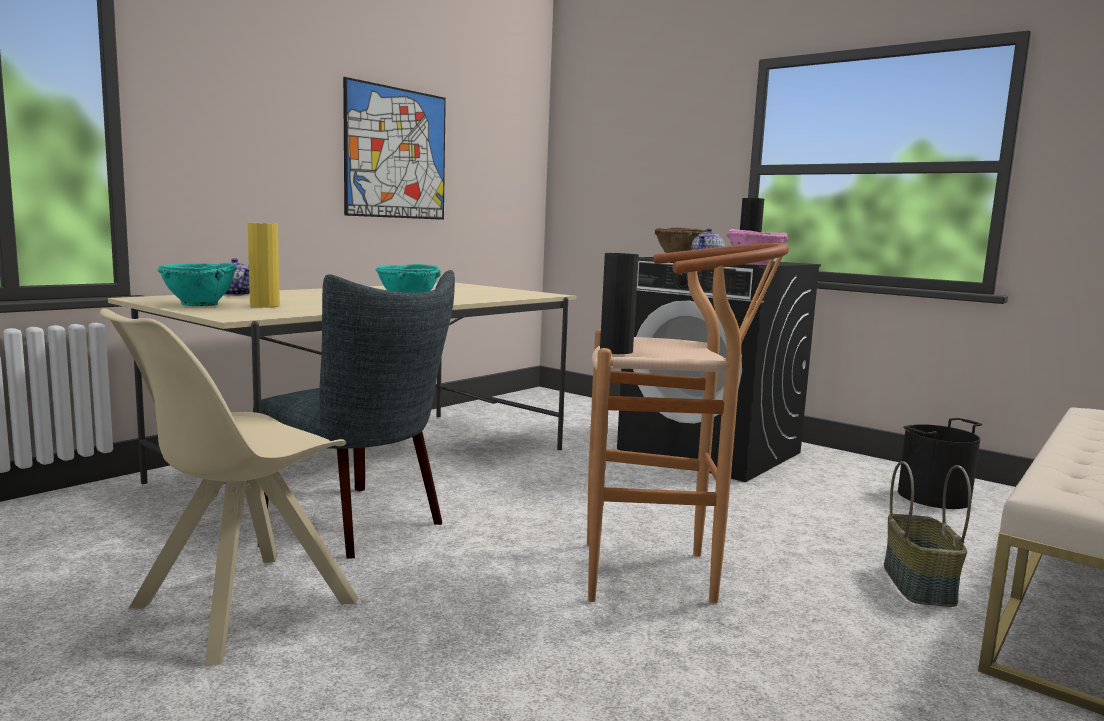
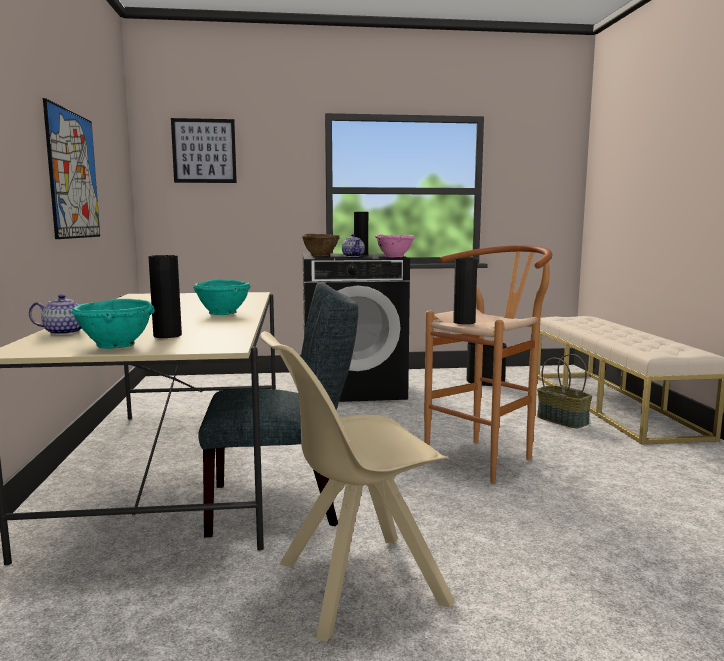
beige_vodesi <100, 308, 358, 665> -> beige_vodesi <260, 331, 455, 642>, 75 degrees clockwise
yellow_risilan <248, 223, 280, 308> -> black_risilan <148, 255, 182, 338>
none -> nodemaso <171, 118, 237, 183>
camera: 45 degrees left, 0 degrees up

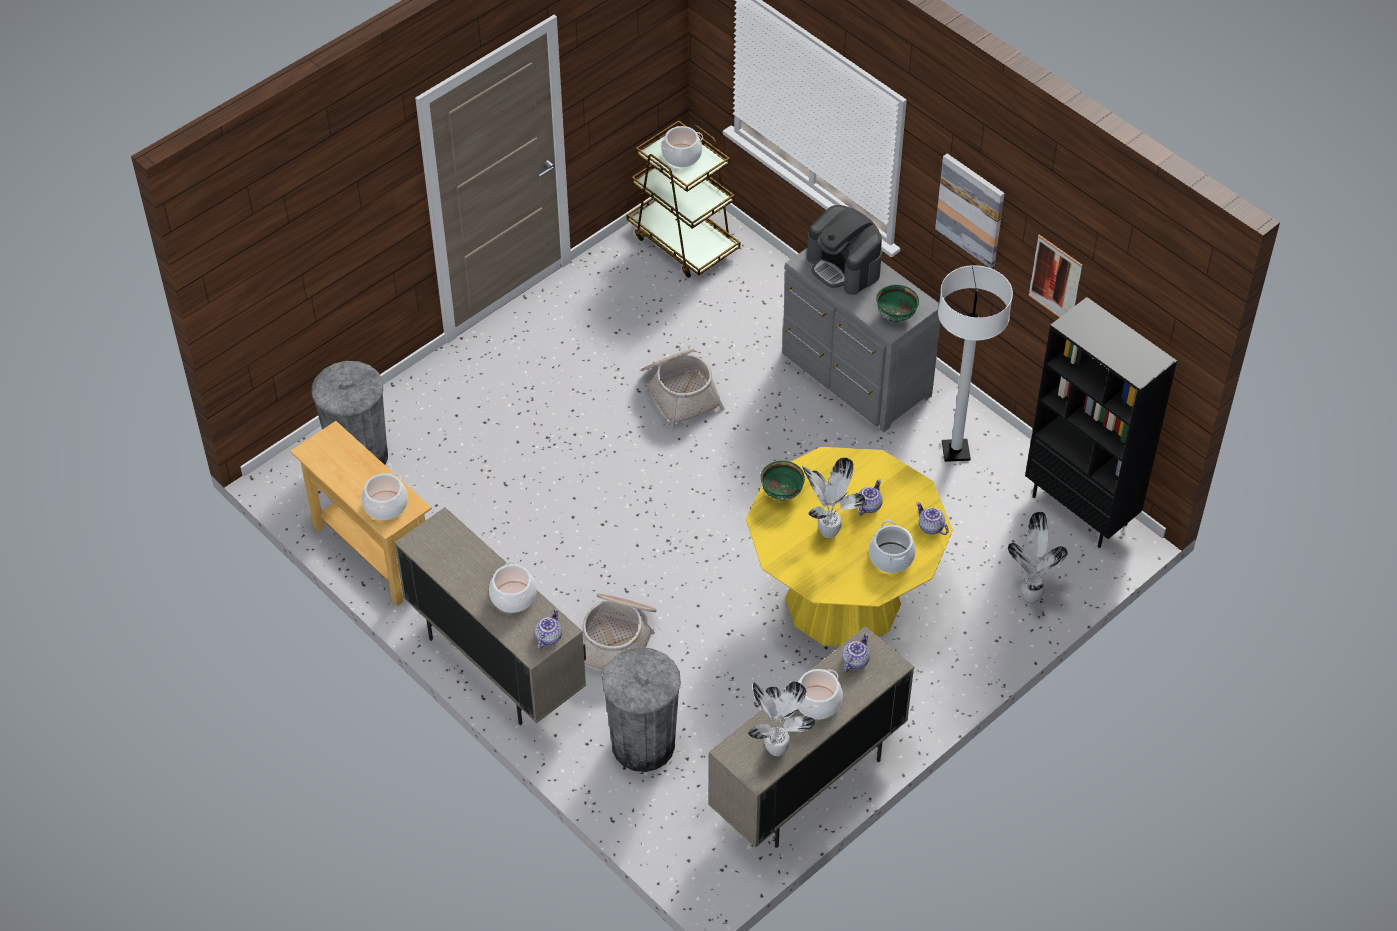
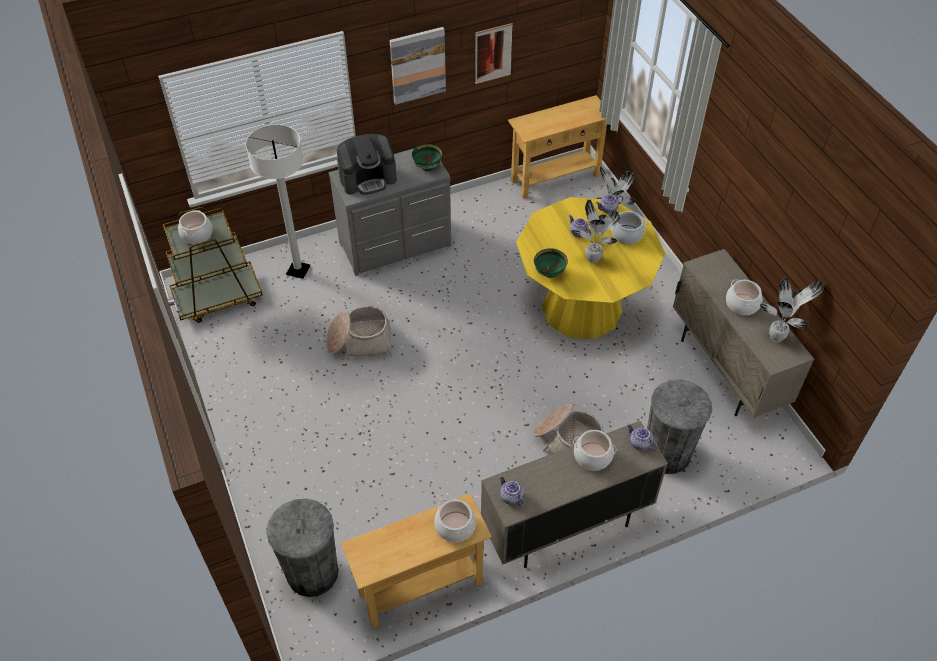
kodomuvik <842, 633, 870, 672> -> kodomuvik <499, 475, 526, 507>, moved
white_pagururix <938, 265, 1013, 462> -> white_pagururix <246, 124, 310, 279>, moved
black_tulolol <1025, 297, 1177, 548> -> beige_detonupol <508, 95, 607, 199>
camera: 70 degrees left, 0 degrees up

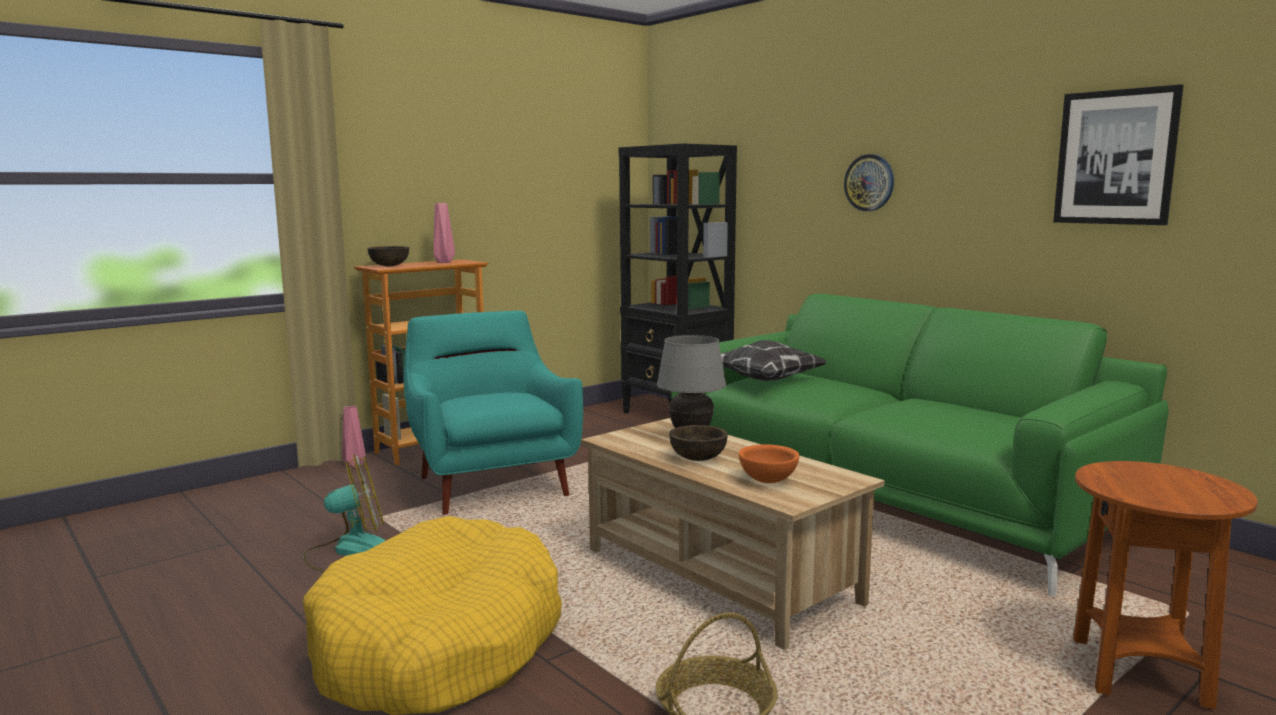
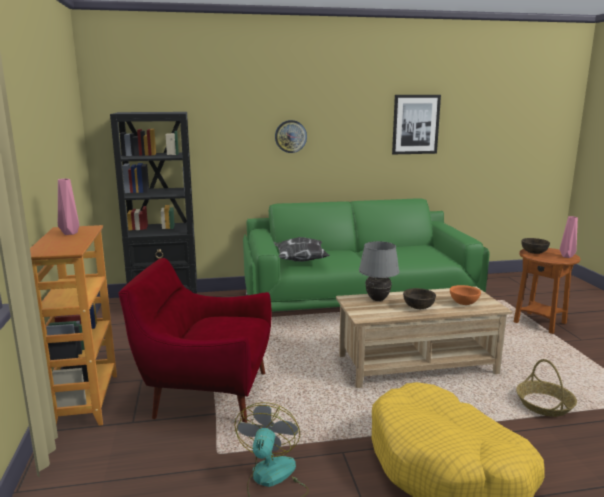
pink_risilan <342, 406, 365, 468> -> pink_risilan <560, 216, 578, 258>, moved
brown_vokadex <367, 246, 409, 266> -> brown_vokadex <522, 238, 550, 254>, moved
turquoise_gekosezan <404, 311, 583, 515> -> red_gekosezan <118, 258, 271, 423>
camera: 60 degrees left, 5 degrees up

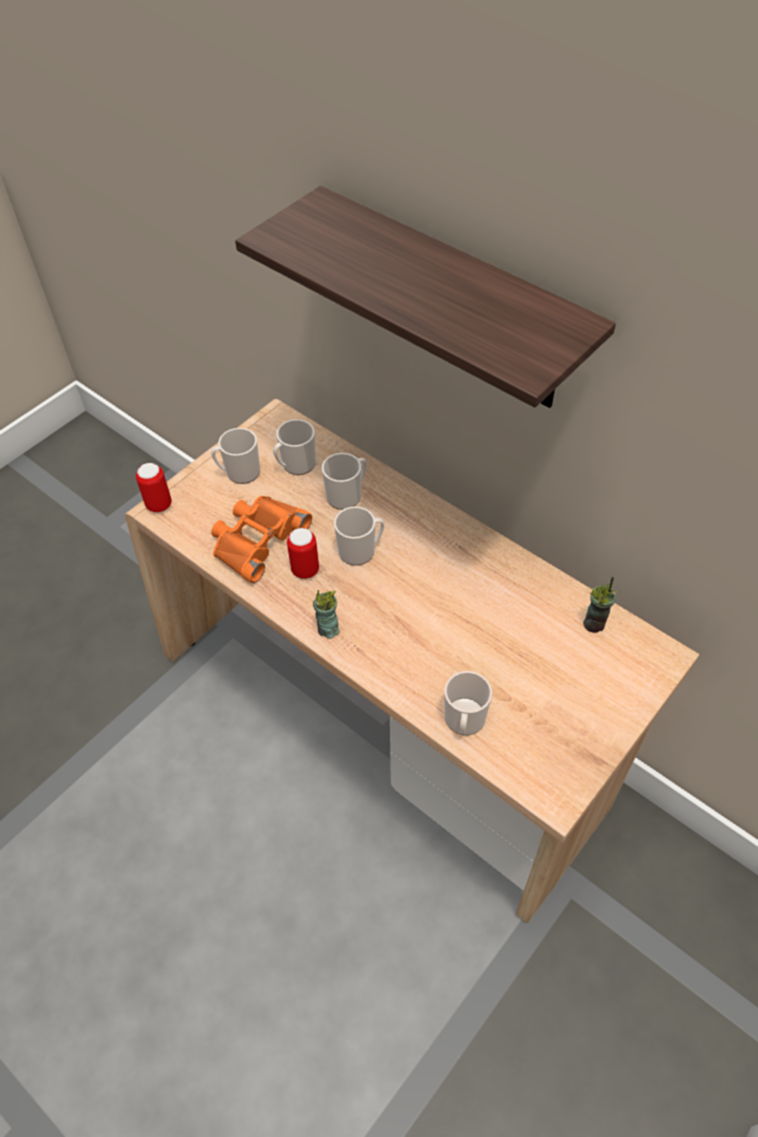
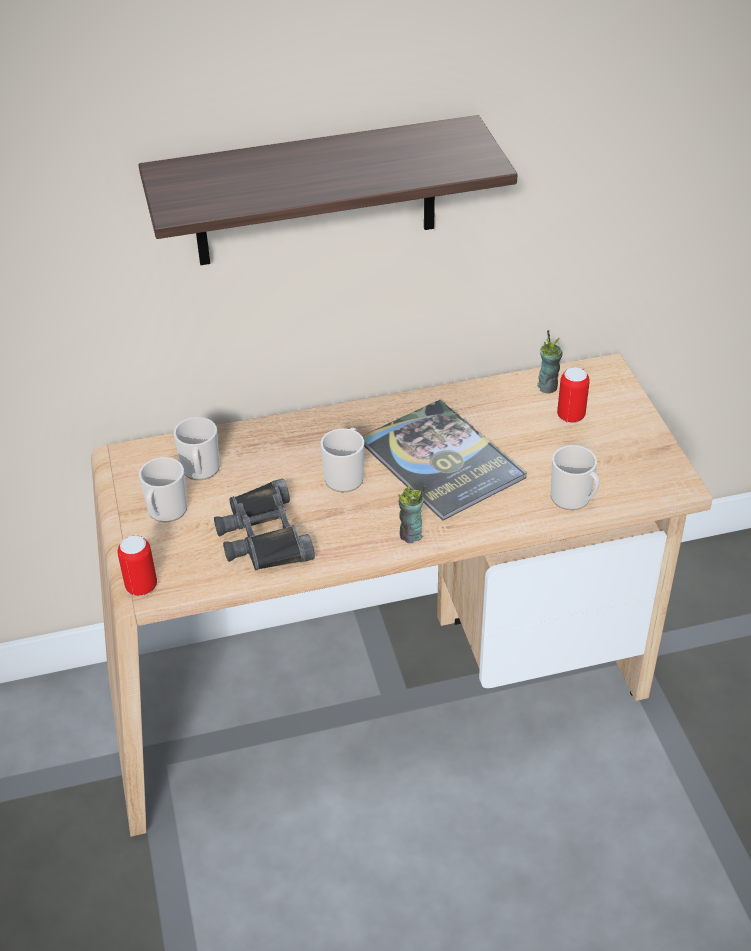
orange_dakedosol <211, 496, 312, 583> -> black_dakedosol <214, 478, 315, 571>
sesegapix <287, 528, 319, 579> -> sesegapix <557, 367, 590, 423>, moved
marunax <322, 453, 367, 510> -> none
none -> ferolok <362, 399, 526, 521>
camera: 55 degrees left, 10 degrees down

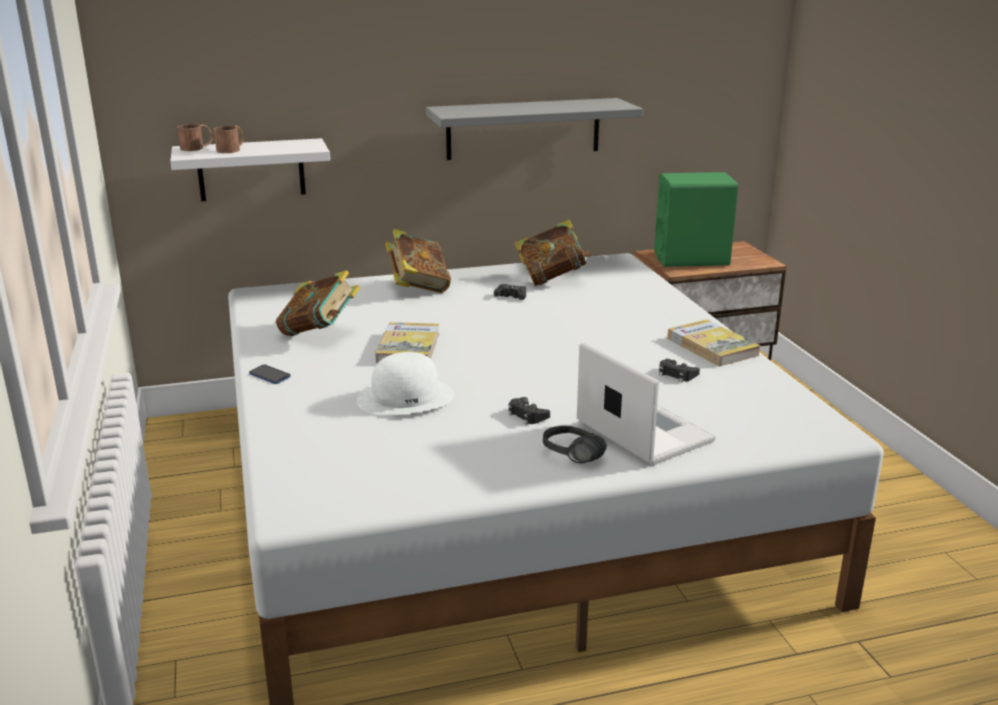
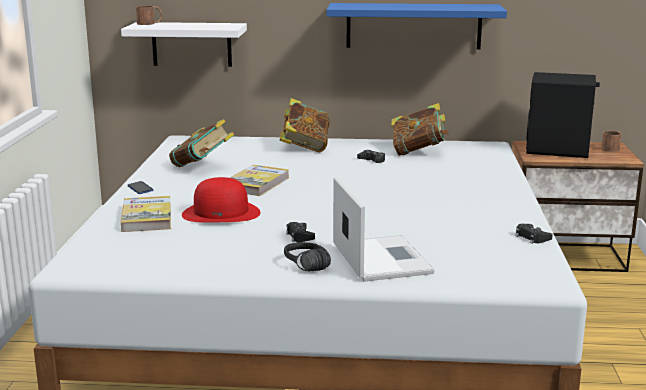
brown_marunax <214, 126, 244, 153> -> brown_marunax <601, 131, 621, 152>, moved
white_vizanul <357, 352, 454, 415> -> red_vizanul <182, 177, 261, 223>
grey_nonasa <426, 98, 643, 160> -> blue_nonasa <327, 3, 507, 49>
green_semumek <654, 172, 738, 267> -> black_semumek <526, 72, 600, 158>
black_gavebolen <659, 359, 700, 382> -> black_gavebolen <515, 223, 553, 244>, moved
ferolok <667, 319, 761, 366> -> ferolok <121, 196, 171, 232>, moved
camera: 20 degrees right, 5 degrees down

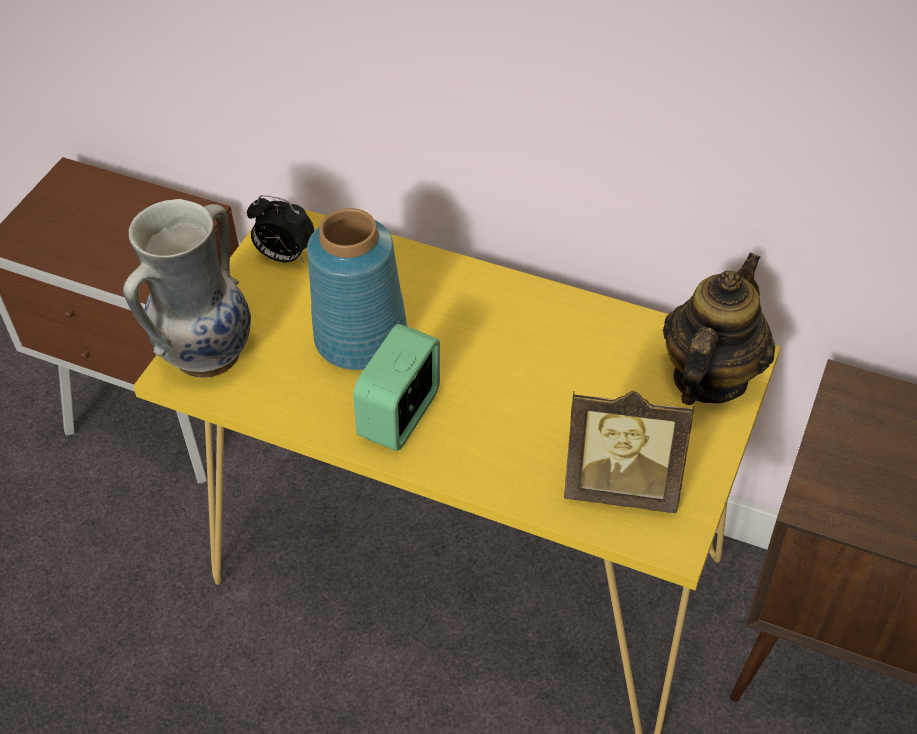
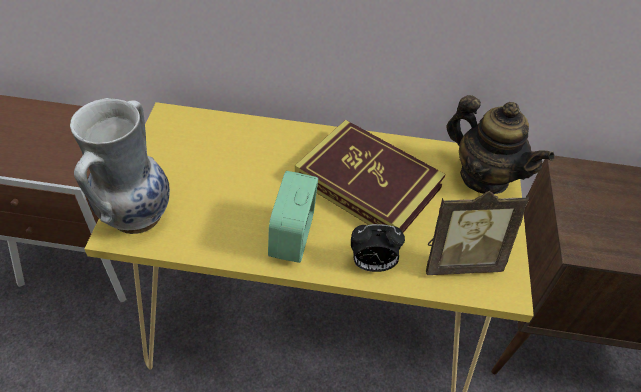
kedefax <247, 195, 315, 262> -> kedefax <351, 224, 405, 272>, moved
blue_risilan <307, 208, 407, 370> -> none
kodomuvik <663, 252, 775, 405> -> kodomuvik <447, 95, 555, 194>, 120 degrees clockwise
none -> ferolok <295, 120, 446, 233>
camera: 20 degrees left, 0 degrees up

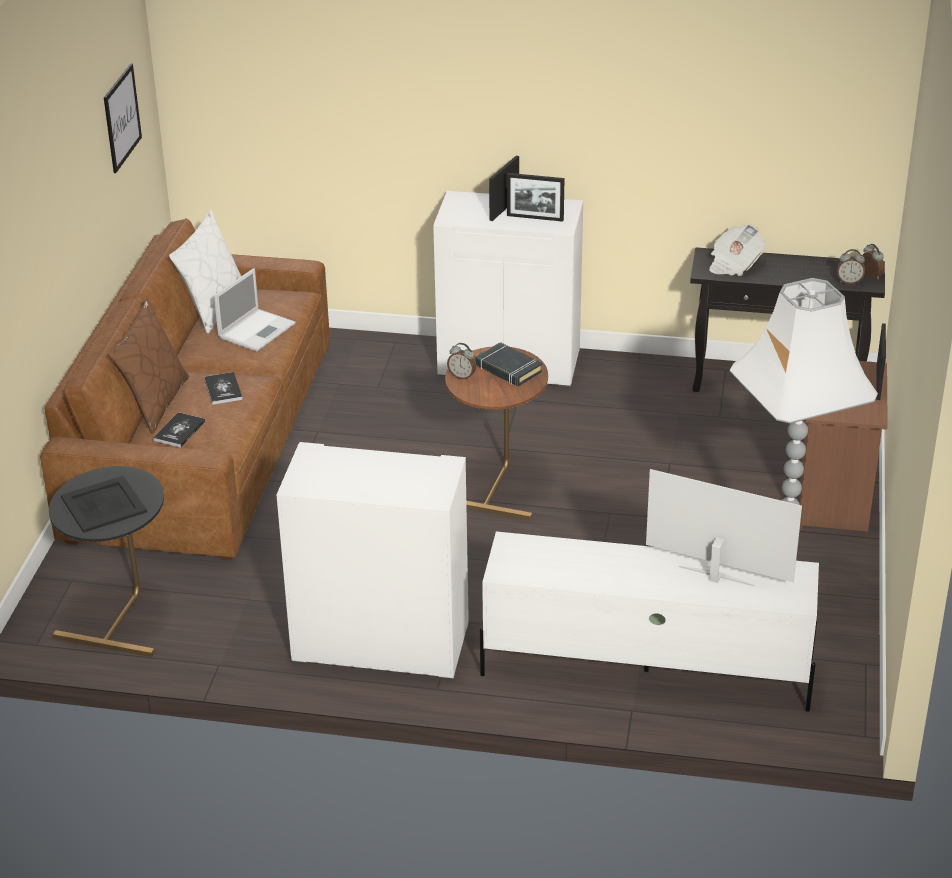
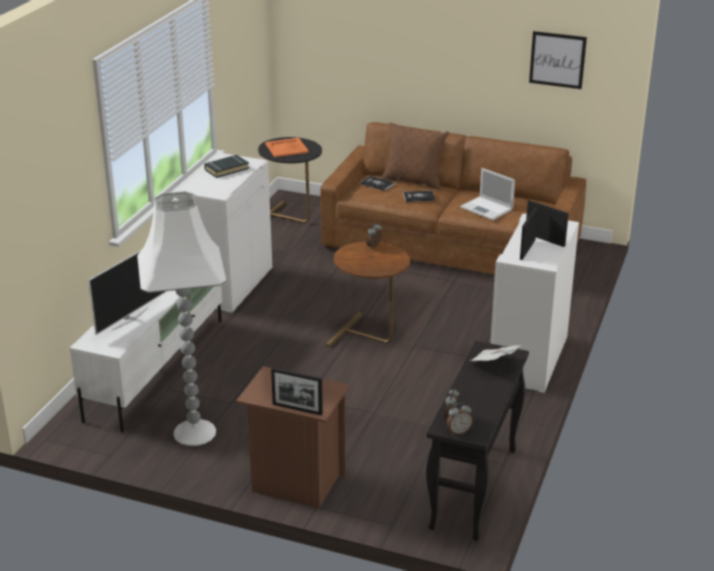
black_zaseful <61, 476, 147, 533> -> orange_zaseful <265, 138, 309, 157>
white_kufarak <169, 210, 241, 334> -> none
black_ferolok <476, 342, 542, 387> -> black_ferolok <204, 155, 249, 178>, moved
camera: 100 degrees right, 5 degrees down

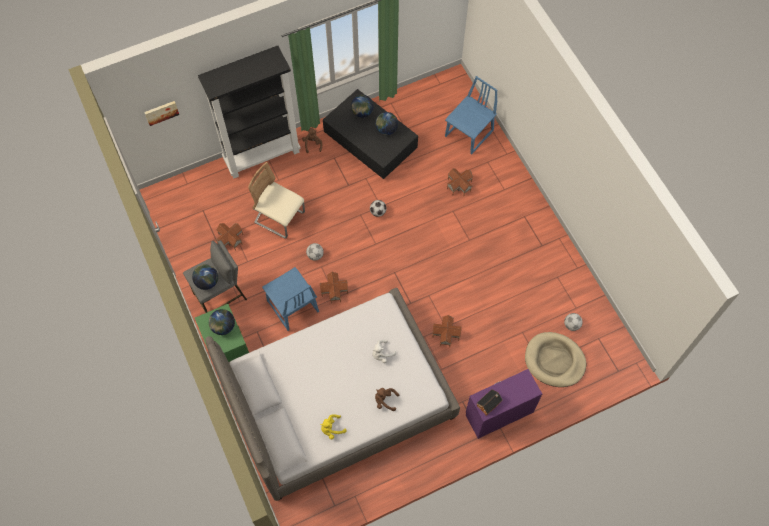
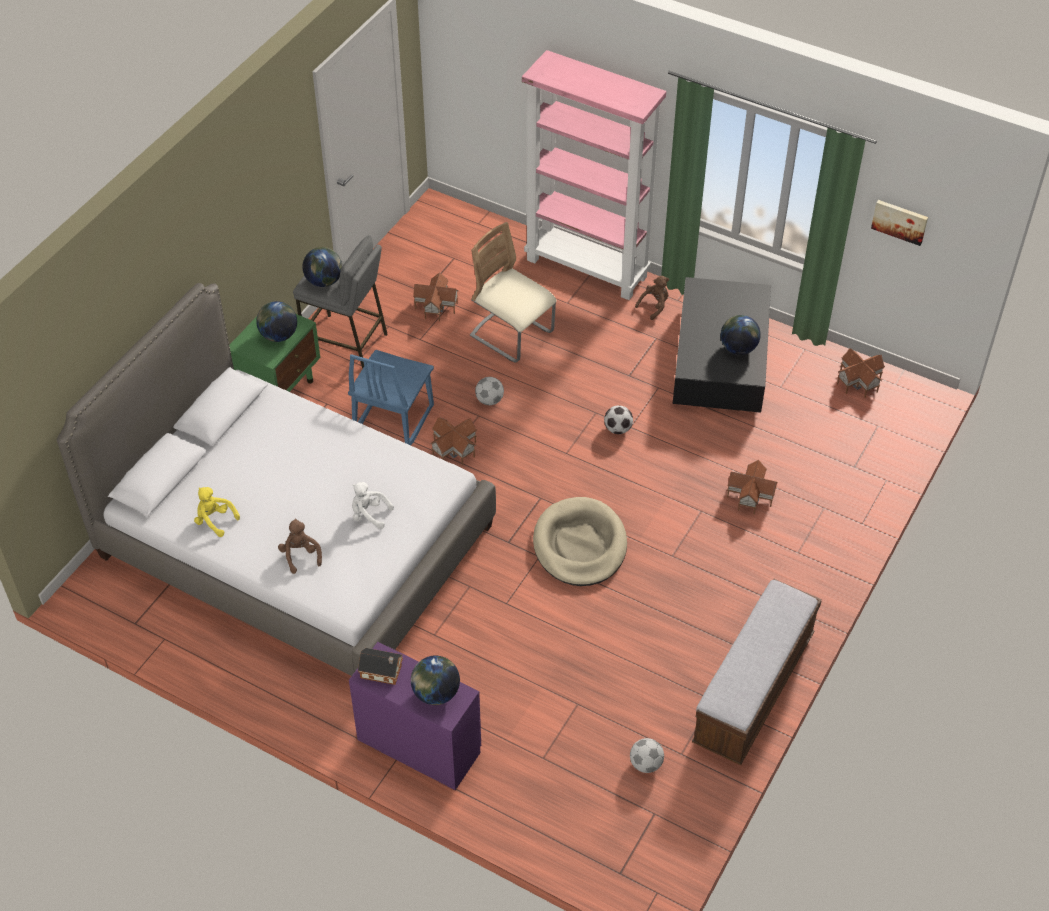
nodemaso <144, 101, 179, 126> -> nodemaso <871, 200, 928, 246>, moved
black_tulolol <198, 46, 301, 178> -> pink_tulolol <522, 50, 666, 300>
beige_vodesi <248, 162, 305, 239> -> beige_vodesi <470, 222, 556, 362>, 45 degrees counterclockwise
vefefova <351, 95, 374, 118> -> vefefova <411, 655, 460, 705>, moved
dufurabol <432, 315, 461, 347> -> dufurabol <837, 348, 885, 398>, moved
blue_vodesi <445, 76, 497, 155> -> none
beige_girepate <525, 332, 586, 387> -> beige_girepate <533, 497, 627, 586>, moved
none -> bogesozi <692, 579, 822, 765>
camera: 55 degrees right, 15 degrees down

